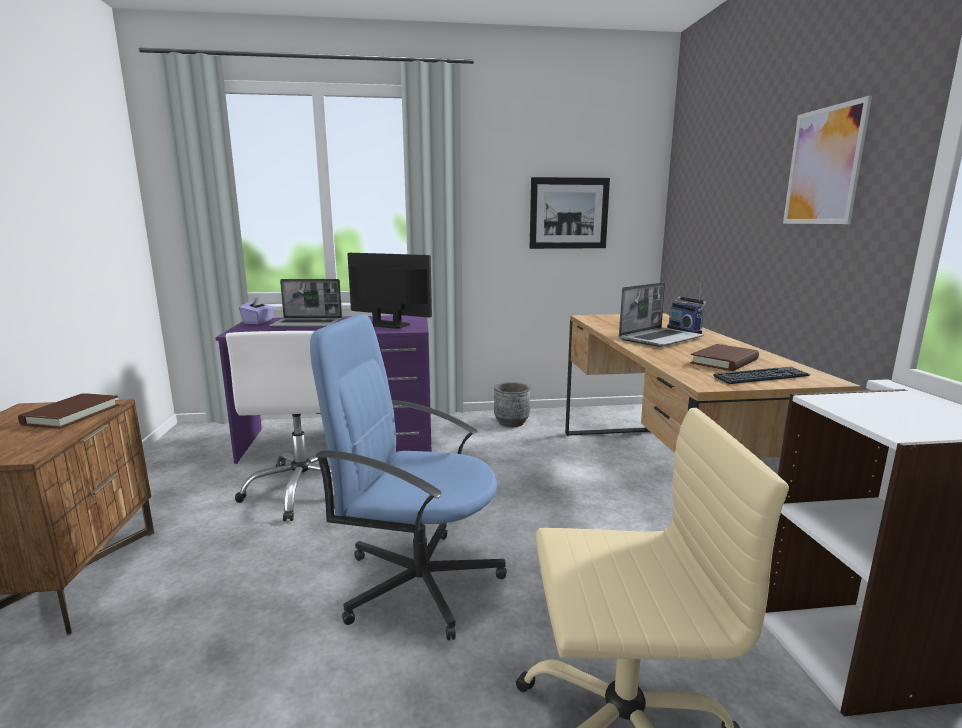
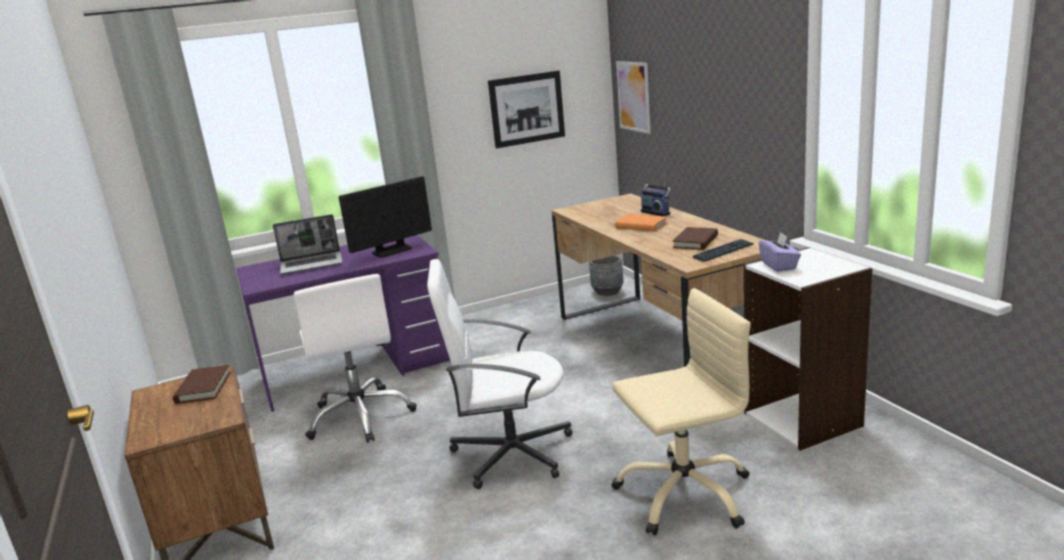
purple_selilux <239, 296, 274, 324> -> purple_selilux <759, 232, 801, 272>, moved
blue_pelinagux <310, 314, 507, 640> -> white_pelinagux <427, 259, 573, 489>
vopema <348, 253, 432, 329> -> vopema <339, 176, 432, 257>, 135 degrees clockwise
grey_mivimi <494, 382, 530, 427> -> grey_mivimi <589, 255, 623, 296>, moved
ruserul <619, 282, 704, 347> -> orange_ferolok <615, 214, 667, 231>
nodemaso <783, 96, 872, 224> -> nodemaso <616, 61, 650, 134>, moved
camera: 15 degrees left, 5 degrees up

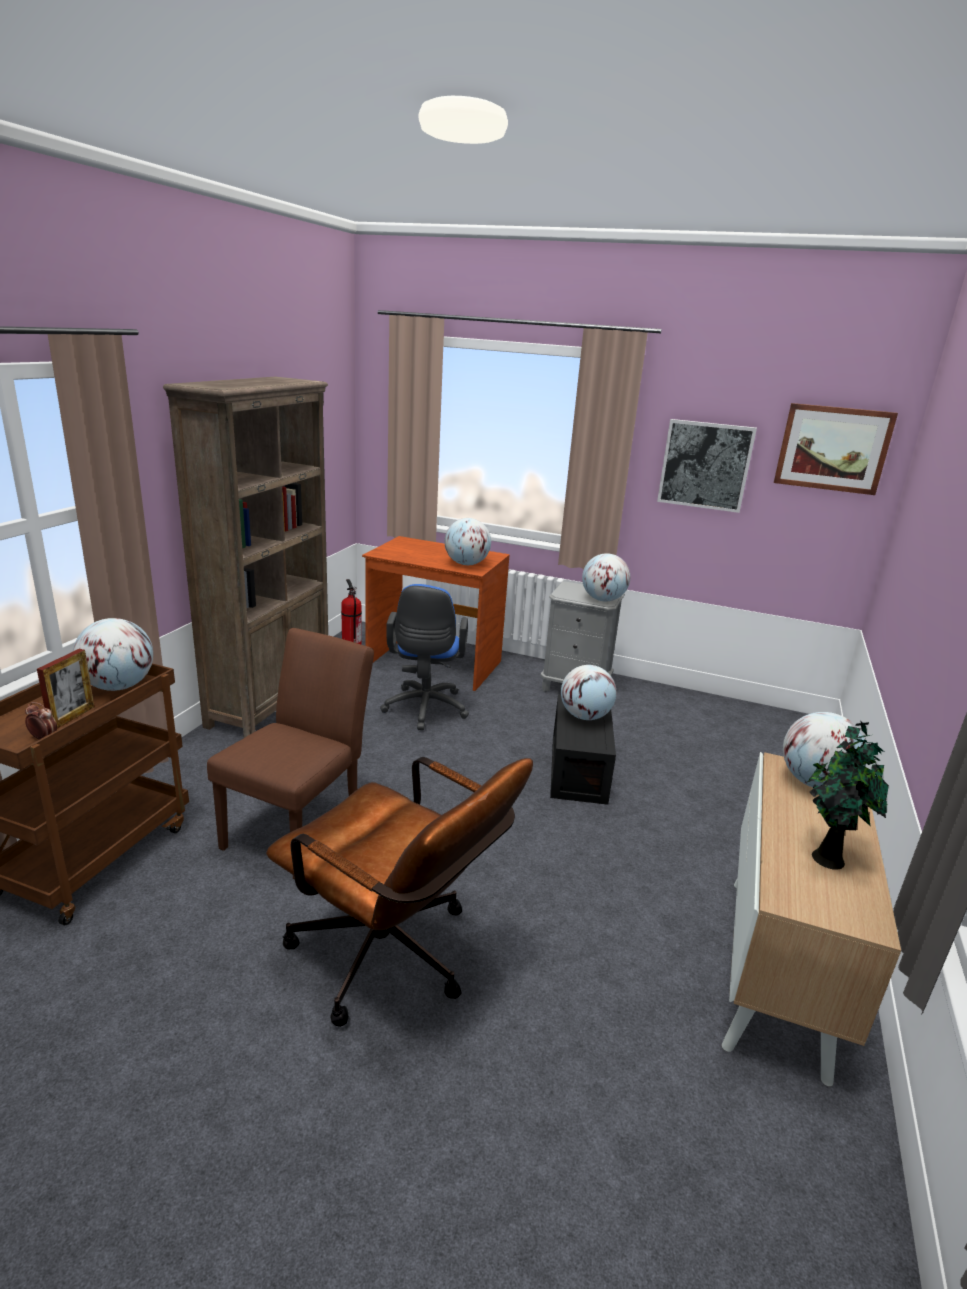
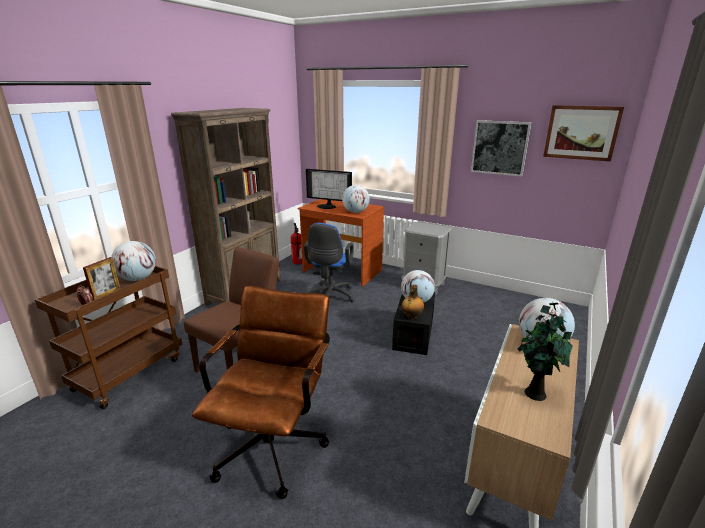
brown_pelinagux <266, 757, 533, 1027> -> brown_pelinagux <192, 286, 330, 499>, 120 degrees counterclockwise
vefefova <582, 553, 630, 601> -> none
none -> vopema <306, 169, 352, 209>
none -> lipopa <402, 284, 424, 319>
camera: 10 degrees right, 0 degrees up

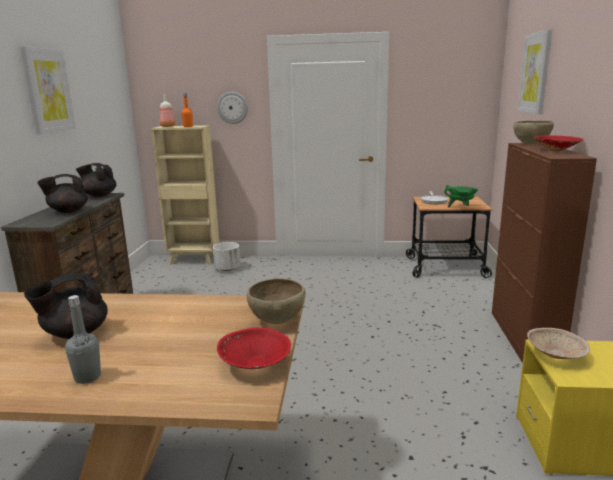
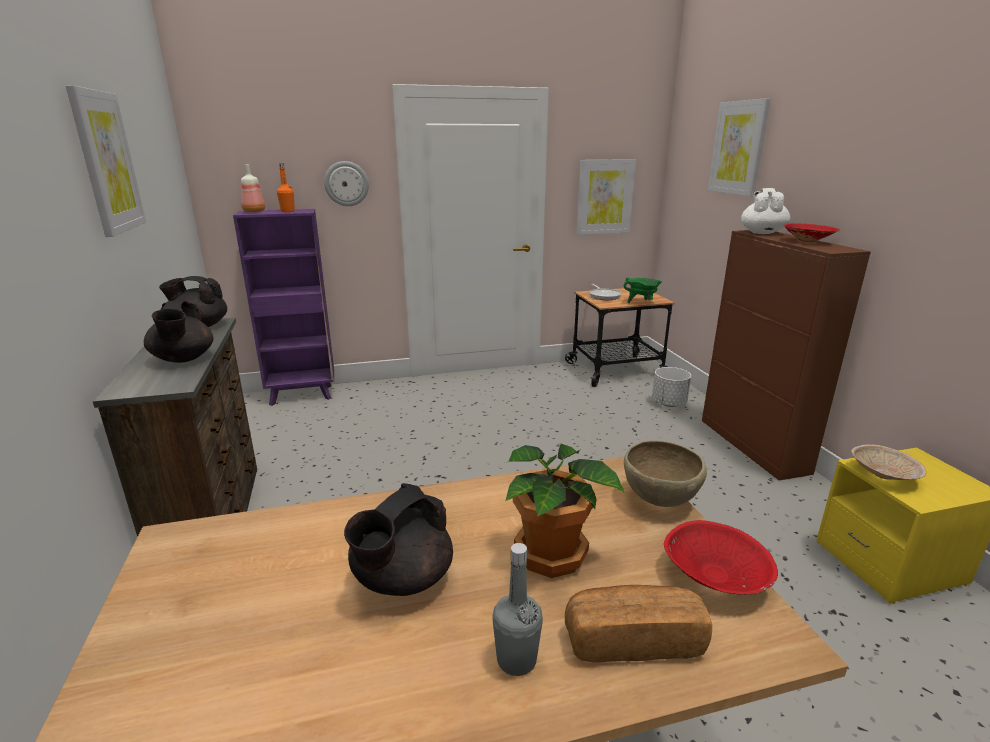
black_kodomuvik <37, 174, 88, 213> -> black_kodomuvik <144, 300, 213, 363>, 60 degrees counterclockwise
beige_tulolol <151, 125, 219, 265> -> purple_tulolol <233, 209, 334, 406>
white_mivimi <213, 242, 240, 271> -> white_mivimi <652, 367, 691, 407>, moved
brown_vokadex <513, 121, 554, 145> -> white_kodomuvik <741, 188, 790, 234>
none -> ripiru <505, 444, 625, 578>
none -> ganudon <565, 585, 712, 663>
none -> nodemaso <576, 159, 636, 235>
camera: 20 degrees left, 5 degrees up

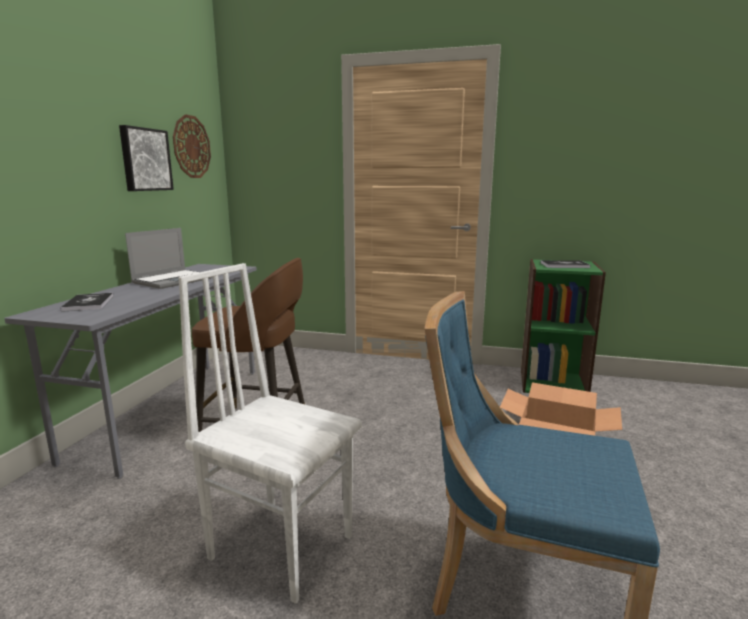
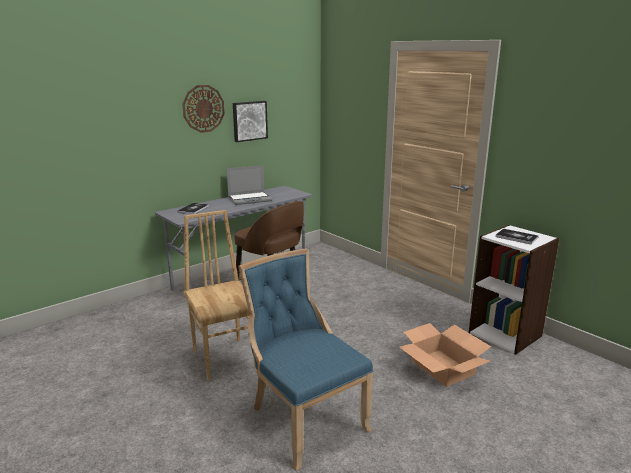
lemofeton <173, 114, 211, 178> -> lemofeton <183, 85, 225, 133>, moved
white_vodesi <178, 263, 362, 604> -> brown_vodesi <184, 210, 256, 381>
green_tulolol <521, 259, 606, 393> -> white_tulolol <469, 225, 559, 354>
camera: 35 degrees right, 5 degrees up

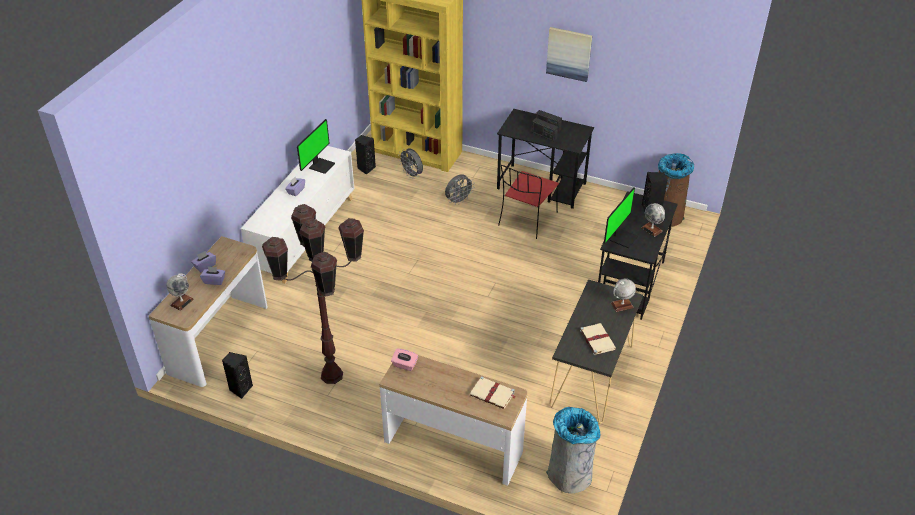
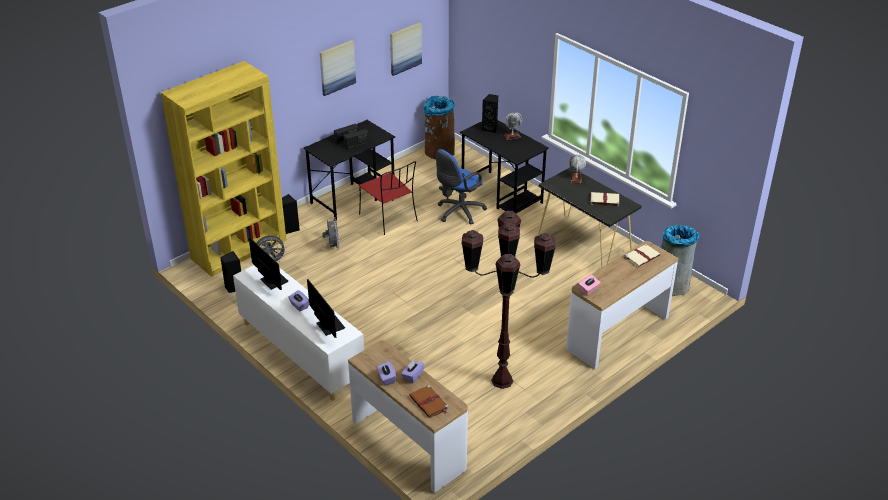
vefefova <166, 273, 194, 311> -> brown_ferolok <409, 385, 449, 418>
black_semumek <222, 352, 253, 399> -> black_semumek <282, 194, 300, 234>, moved
vopema <604, 187, 638, 248> -> vopema <307, 279, 345, 338>, moved
none -> nodemaso <390, 22, 422, 76>
none -> blue_pelinagux <436, 149, 487, 225>
camera: 65 degrees left, 5 degrees down

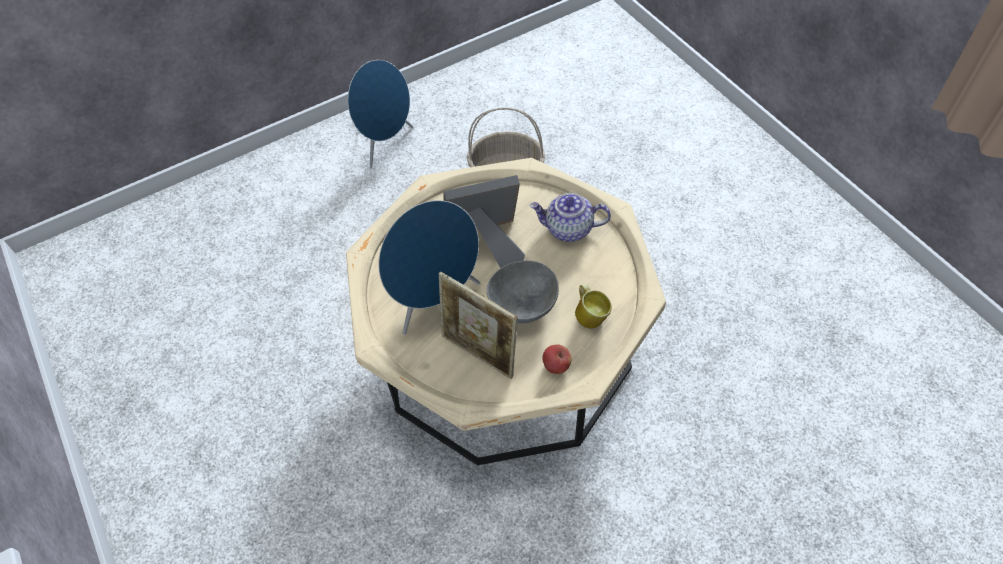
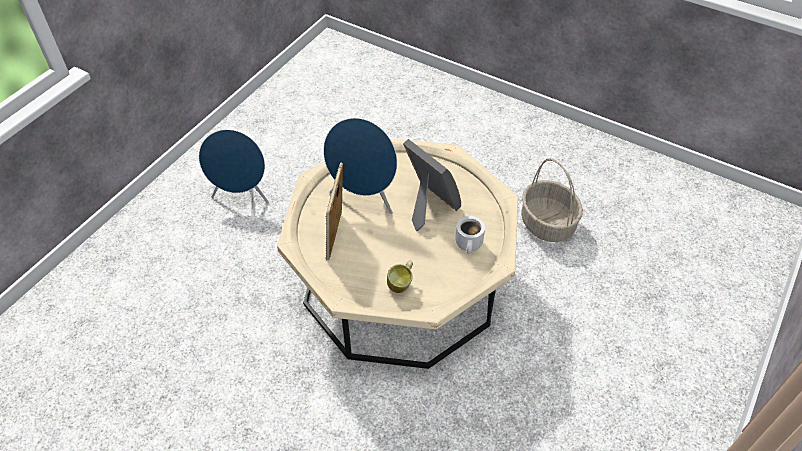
blue_semumek <348, 60, 413, 168> -> blue_semumek <199, 129, 269, 203>, moved
grey_vokadex <487, 260, 559, 323> -> none
kodomuvik <530, 193, 611, 242> -> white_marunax <456, 216, 485, 254>
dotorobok <542, 344, 572, 374> -> none
camera: 60 degrees right, 5 degrees down

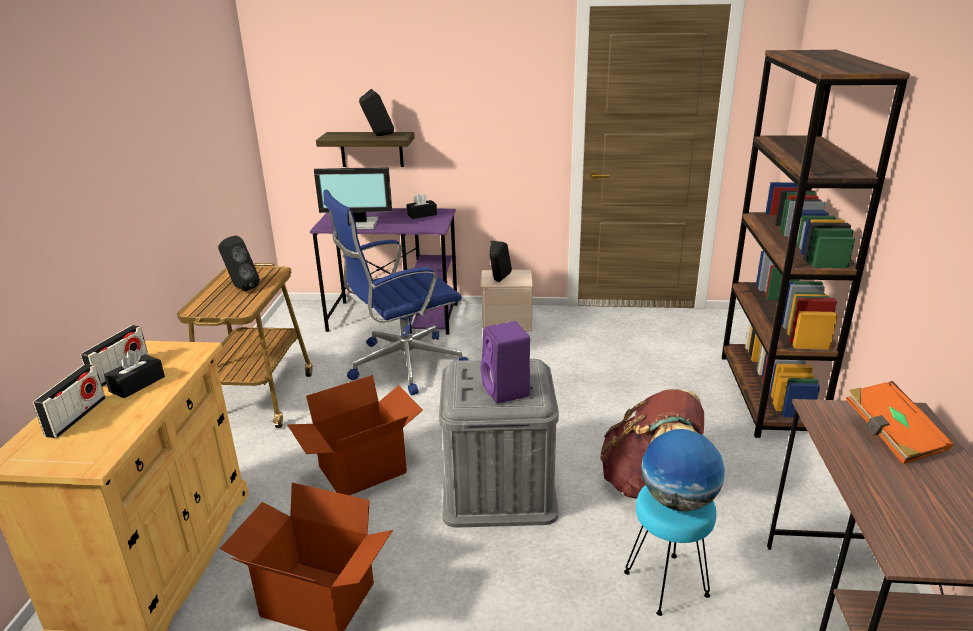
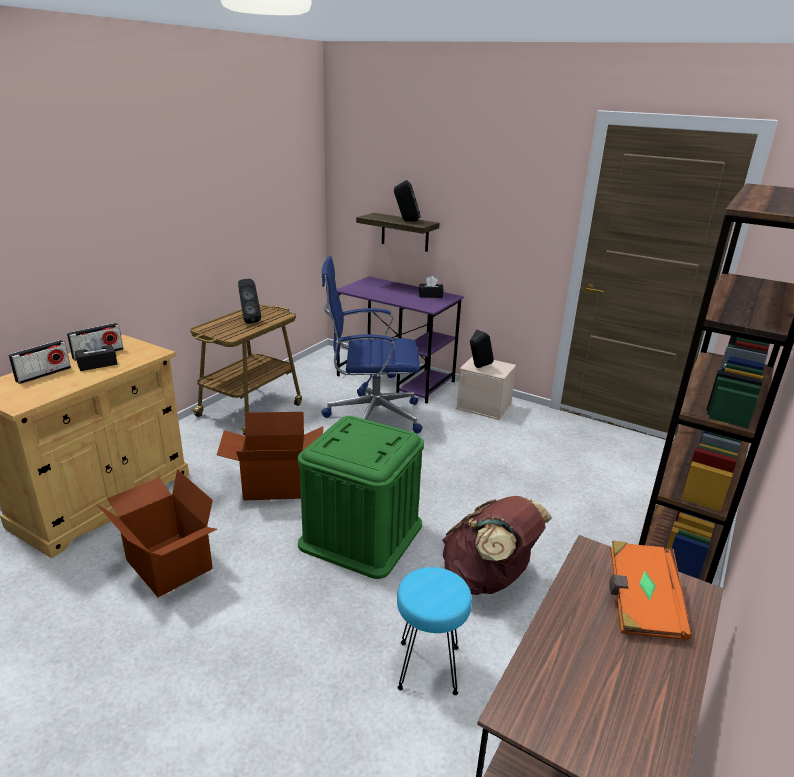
vopema <314, 167, 392, 230> -> none
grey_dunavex <439, 359, 559, 528> -> green_dunavex <298, 416, 424, 579>
purple_semumek <481, 321, 530, 403> -> none
vefefova <641, 429, 725, 511> -> none
camera: 25 degrees right, 0 degrees up

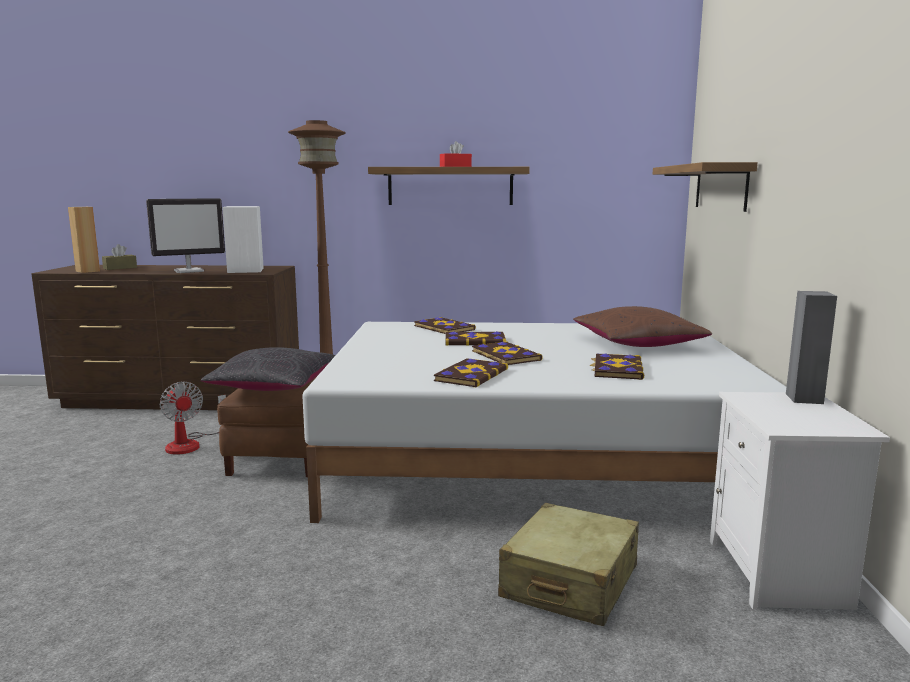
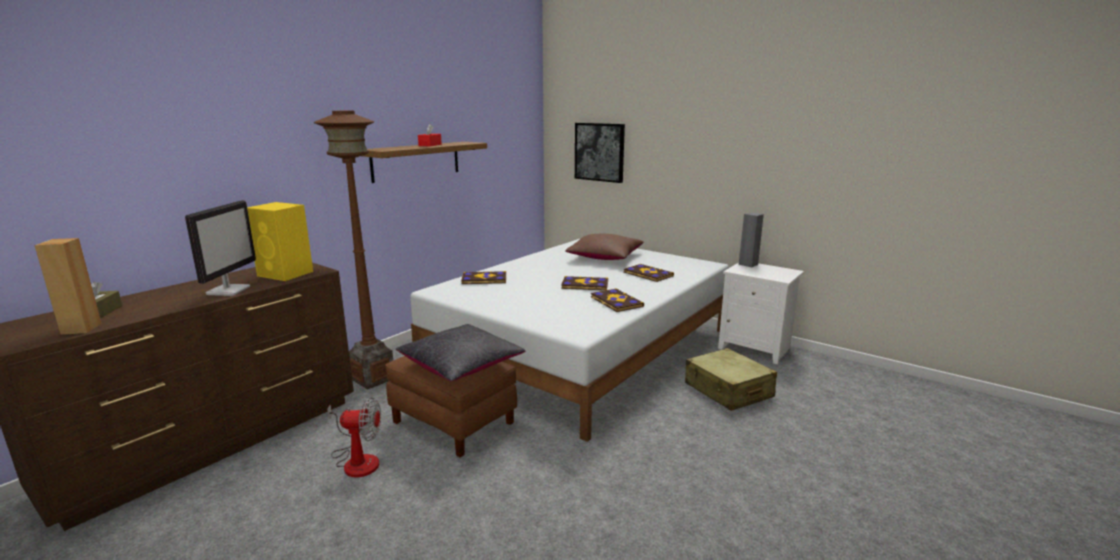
white_semumek <222, 206, 264, 273> -> yellow_semumek <247, 202, 313, 281>
ferolok <445, 331, 506, 346> -> none
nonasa <653, 162, 758, 212> -> nodemaso <575, 123, 625, 183>
camera: 55 degrees left, 5 degrees up

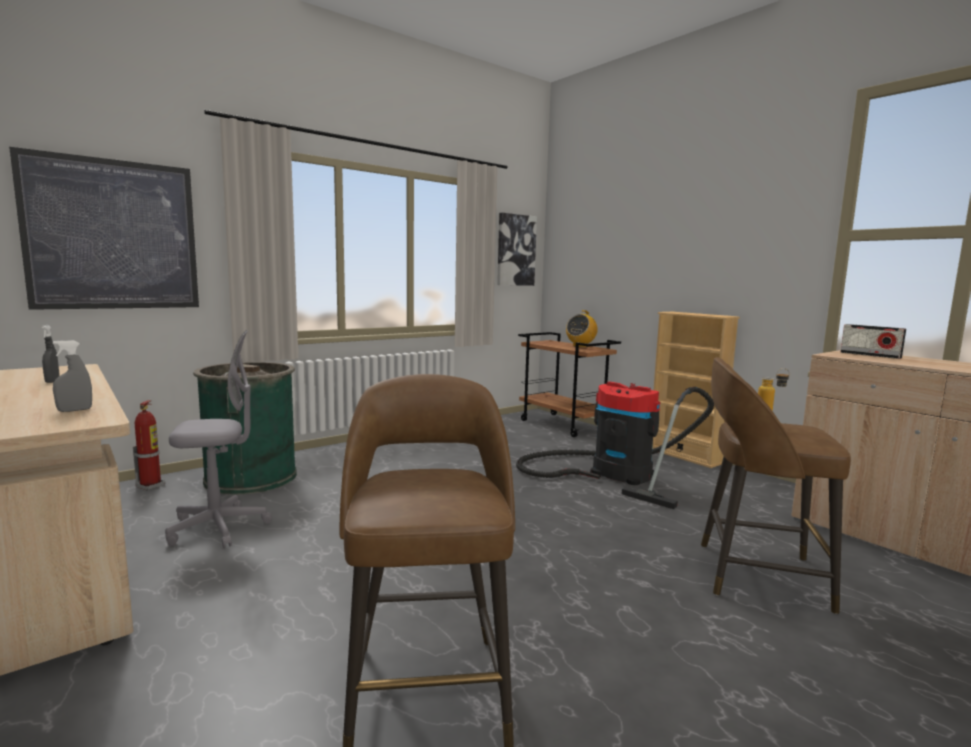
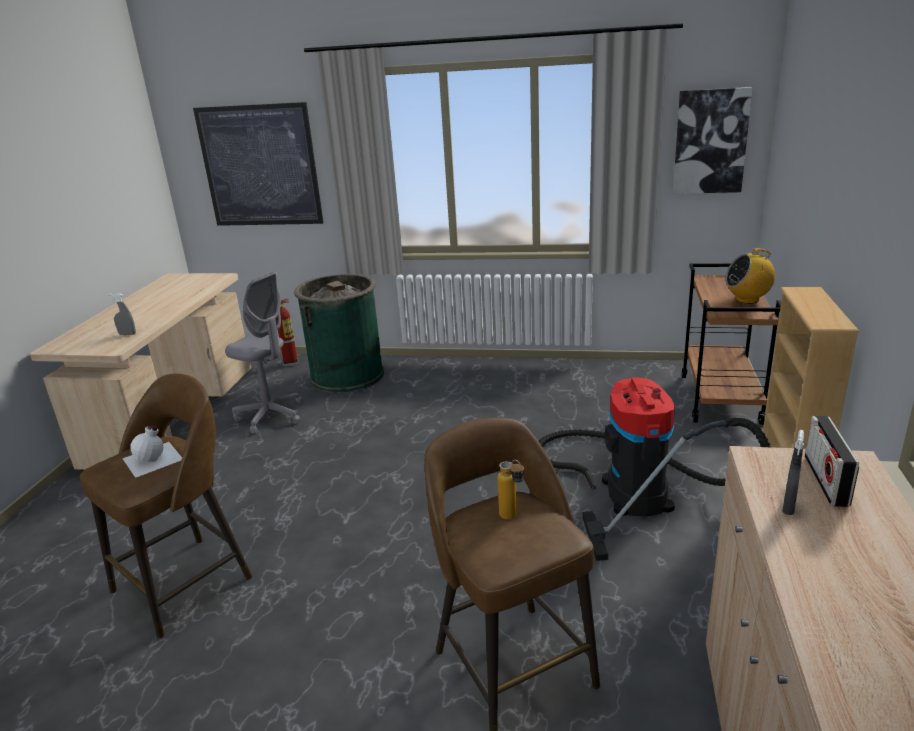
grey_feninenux <41, 325, 59, 383> -> grey_feninenux <782, 430, 804, 515>, moved
none -> white_lipopa <122, 425, 182, 478>
camera: 50 degrees right, 15 degrees up

